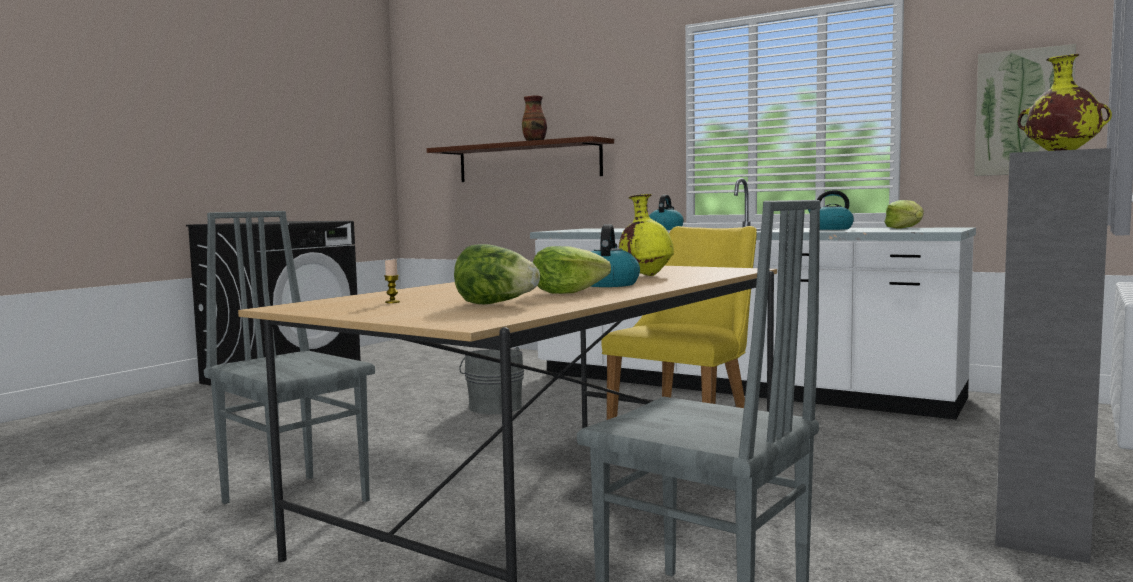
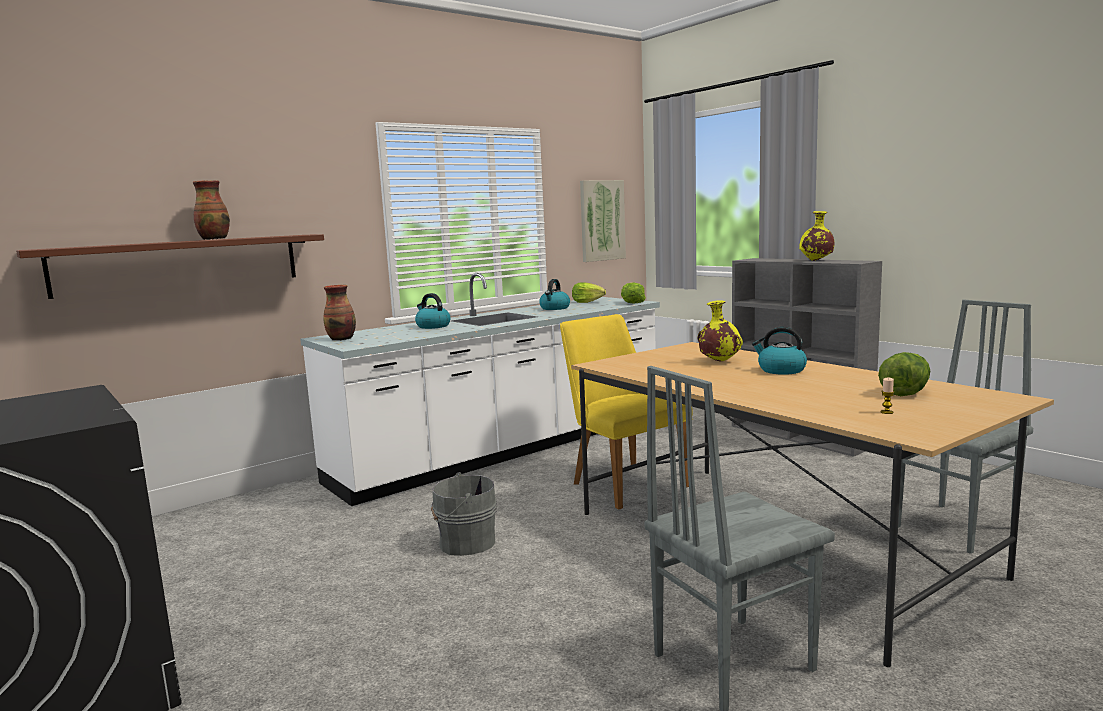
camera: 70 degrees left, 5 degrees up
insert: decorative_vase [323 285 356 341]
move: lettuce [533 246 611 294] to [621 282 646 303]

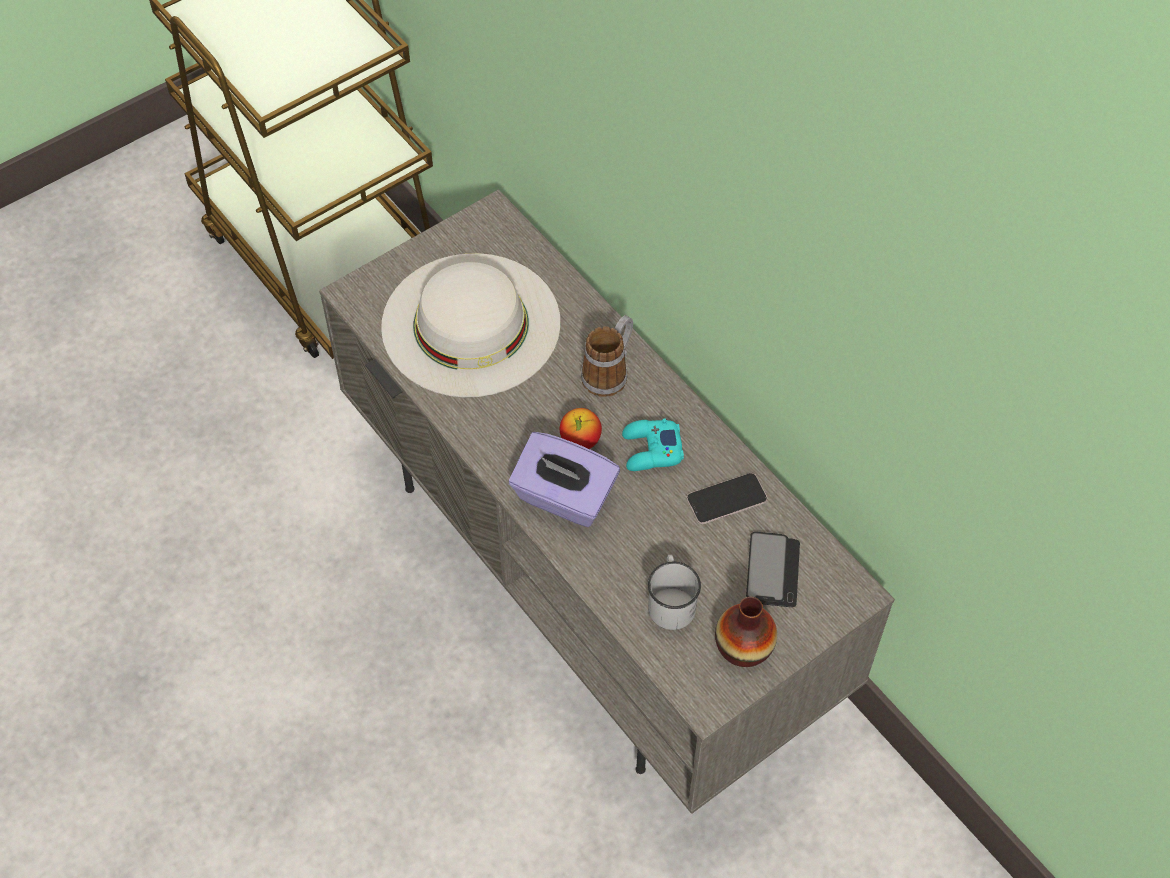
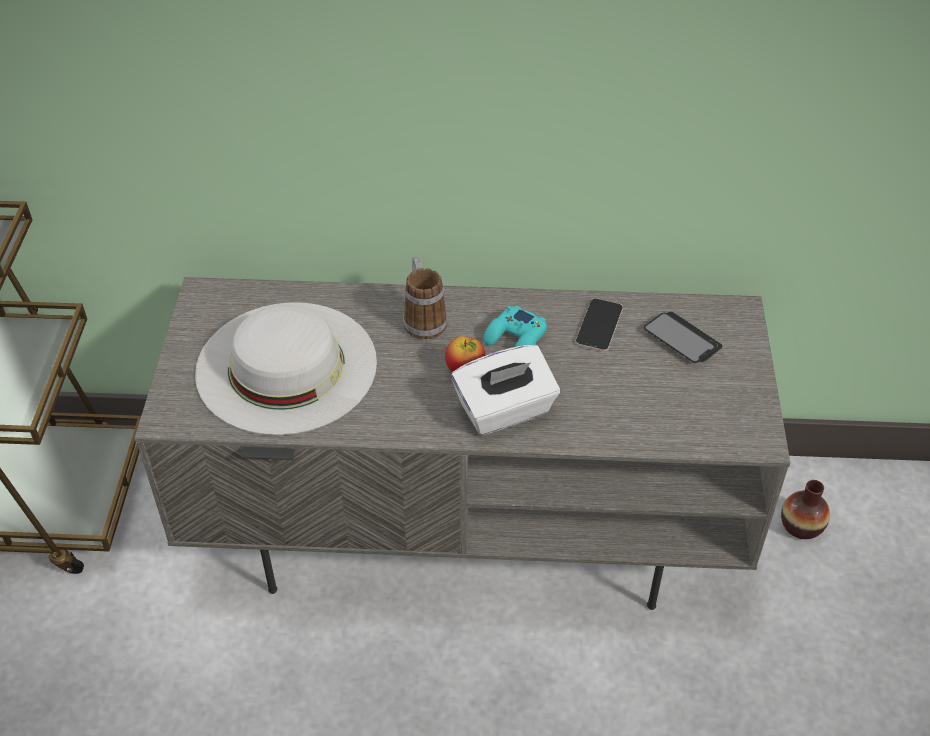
camera: 50 degrees left, 10 degrees down
delete: whitish_mug [648 555 701 630]
move: decorative_vase [715 597 777 667] to [781 480 830 539]
recolor: purple-coloured_tissue_box [509 432 620 527] to whitish_tissue_box [451 345 560 435]

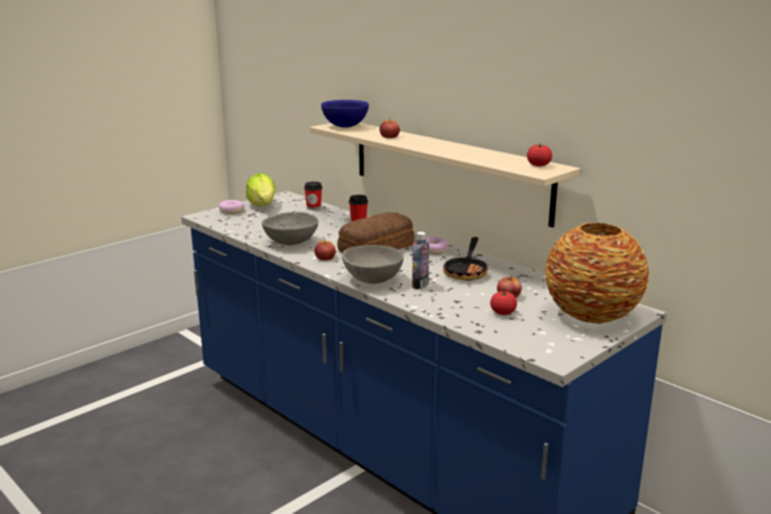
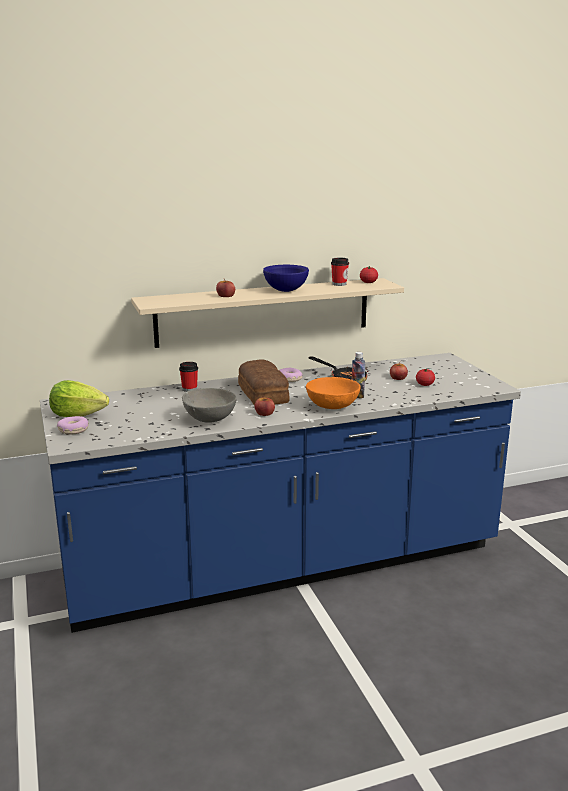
camera: 65 degrees left, 0 degrees up
delete: decorative_vase [545 223 649 324]
move: blue-coloured_serving_bowl [321 100 369 128] to [263 265 309 292]; drinking_cup [304 181 322 210] to [331 258 349 286]
recolor: greyish_serving_bowl [342 245 404 284] to orange-coloured_serving_bowl [306 377 361 409]

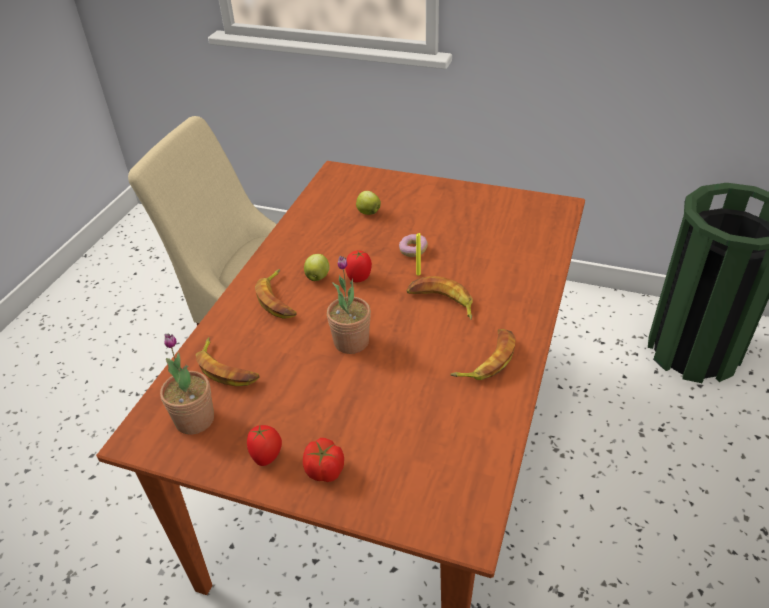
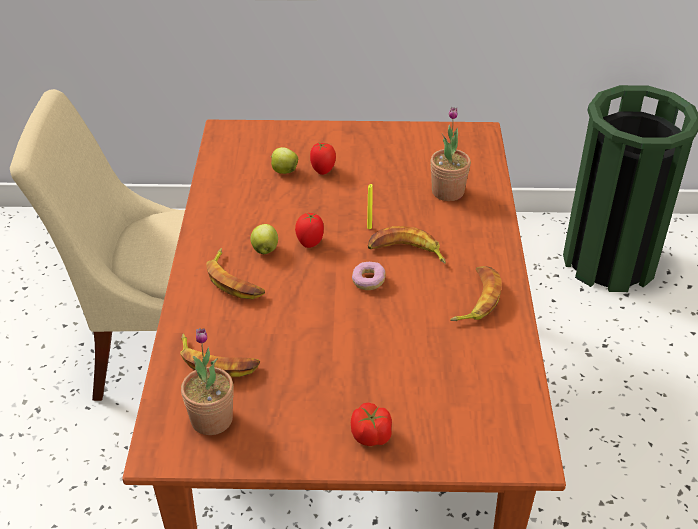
camera: 20 degrees left, 0 degrees up
move: whole_tomato [247 425 282 466] to [310 142 336 175]; doughnut [399 234 428 257] to [352 262 386 290]; potted_plant [327 256 371 354] to [430 107 471 201]

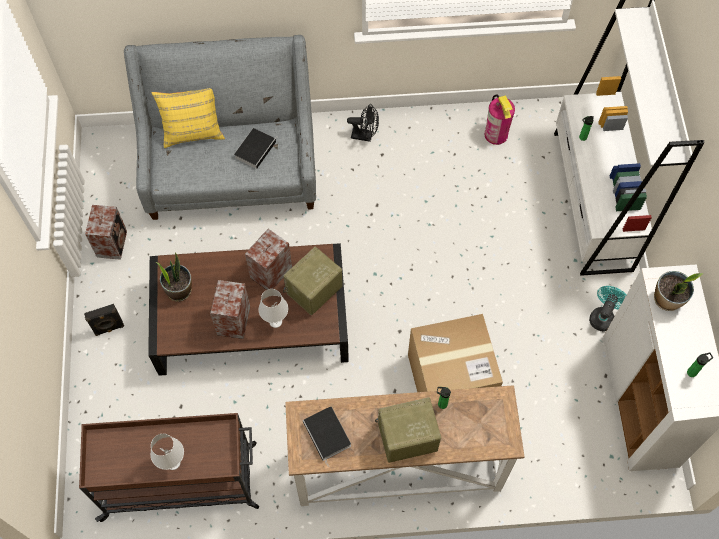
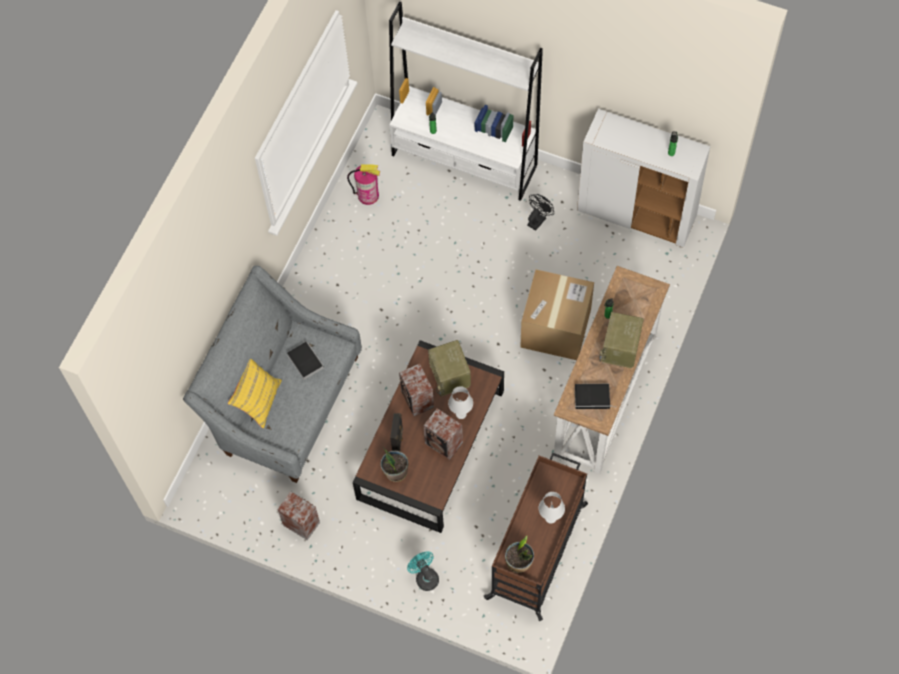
camera: 60 degrees left, 0 degrees up
move: black_audio_speaker [84 304 124 336] to [390 413 403 451]; blue-green_cooling_fan [589 286 626 332] to [407 551 439 591]; potted_plant [654 271 703 311] to [505 536 534 573]; black_cooling_fan [347 104 379 142] to [527 194 554 231]

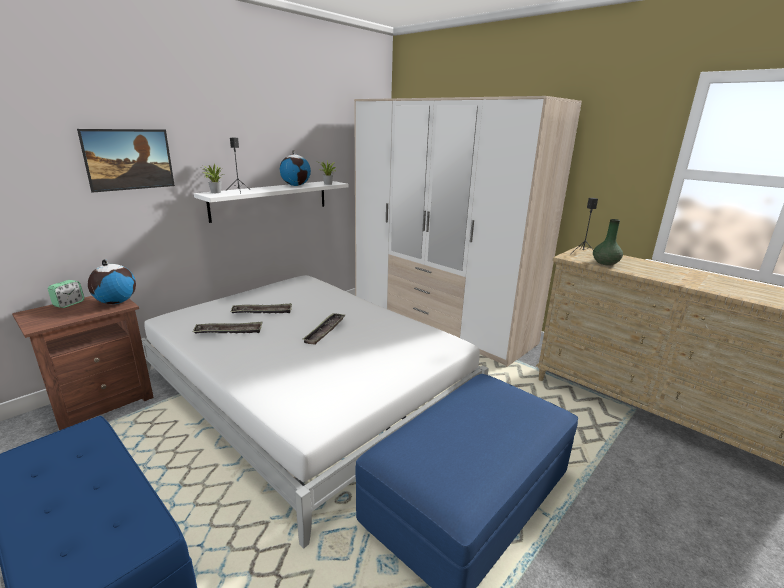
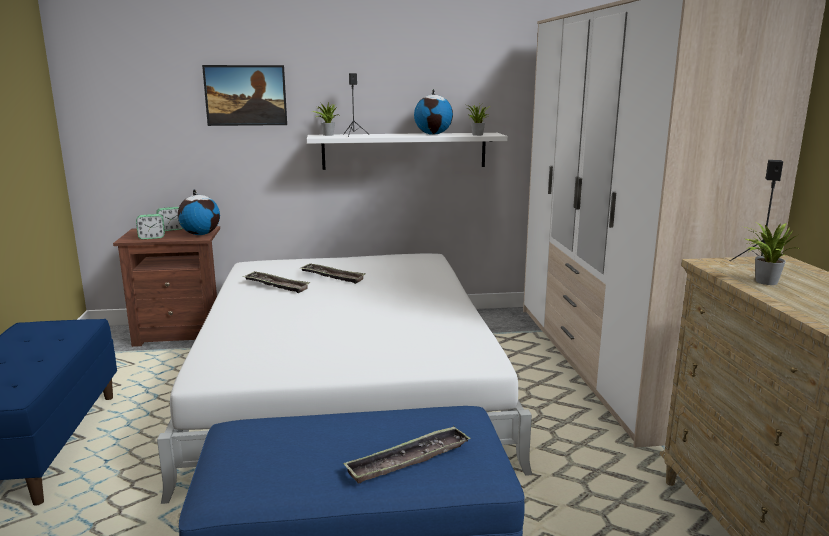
camera: 40 degrees right, 5 degrees down
insert: bedside_clock [136 214 165 239]
move: tray [303 313 345 345] to [343 426 471 484]
replace: green_decorative_vase [593 219 623 266] to potted_plant [745 222 799 285]

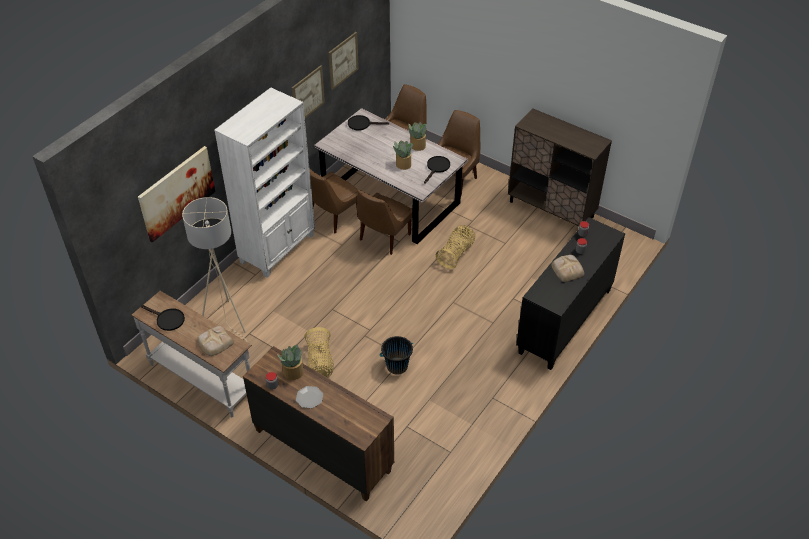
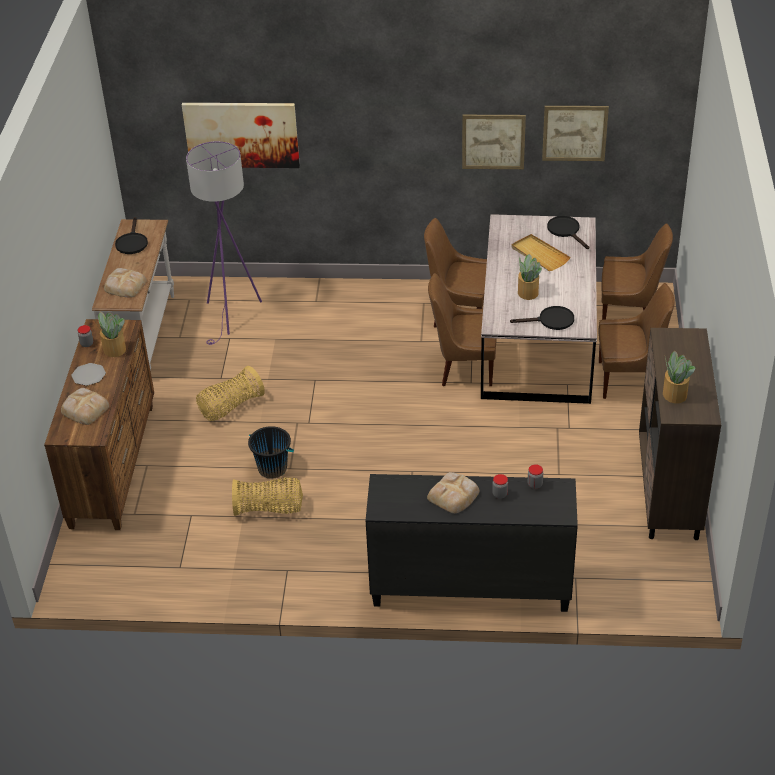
camera: 60 degrees right, 5 degrees down
delete: whitish_bookcase [214 88 315 278]
insert: bakery_bread [61 388 109 425]; beige-coloured_tray [511 234 570 271]
move: basket [436 225 475 269] to [232 477 303 516]; potted_plant [408 122 427 151] to [663 351 695 404]
recolor: beige-coloured_standing_lamp [182 197 247 341] to purple-coloured_standing_lamp [186 141 262 345]

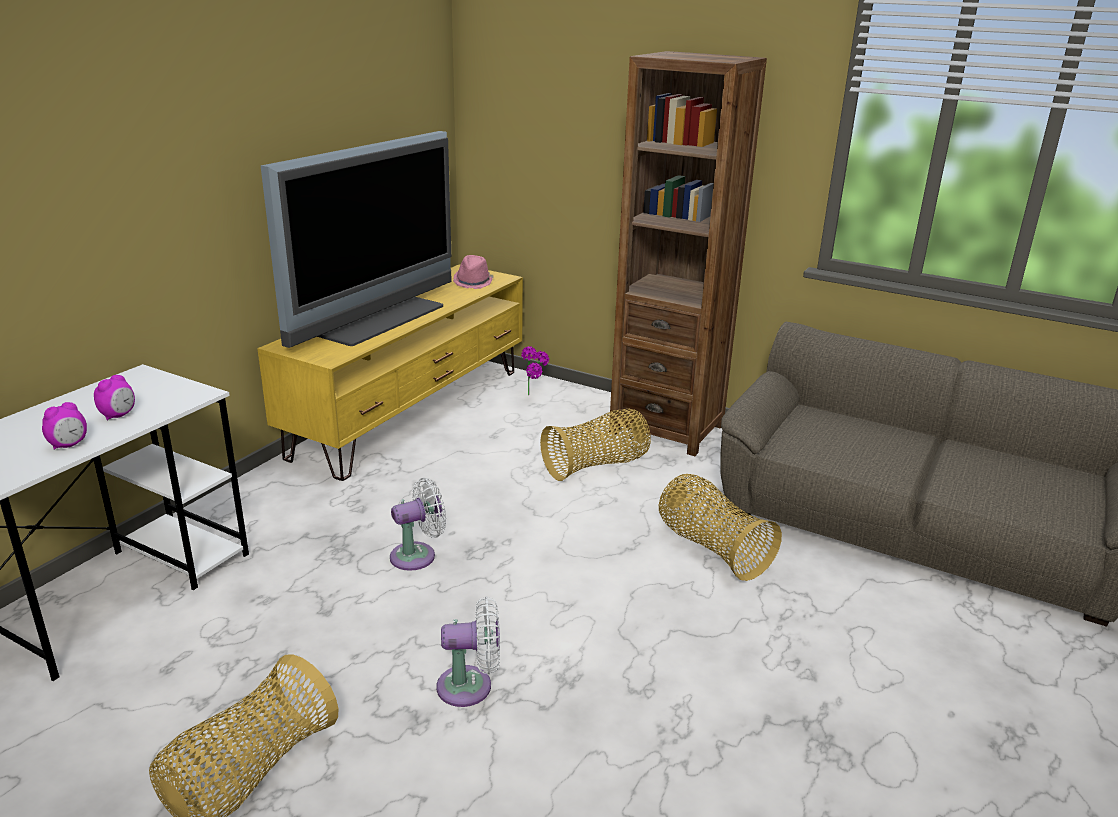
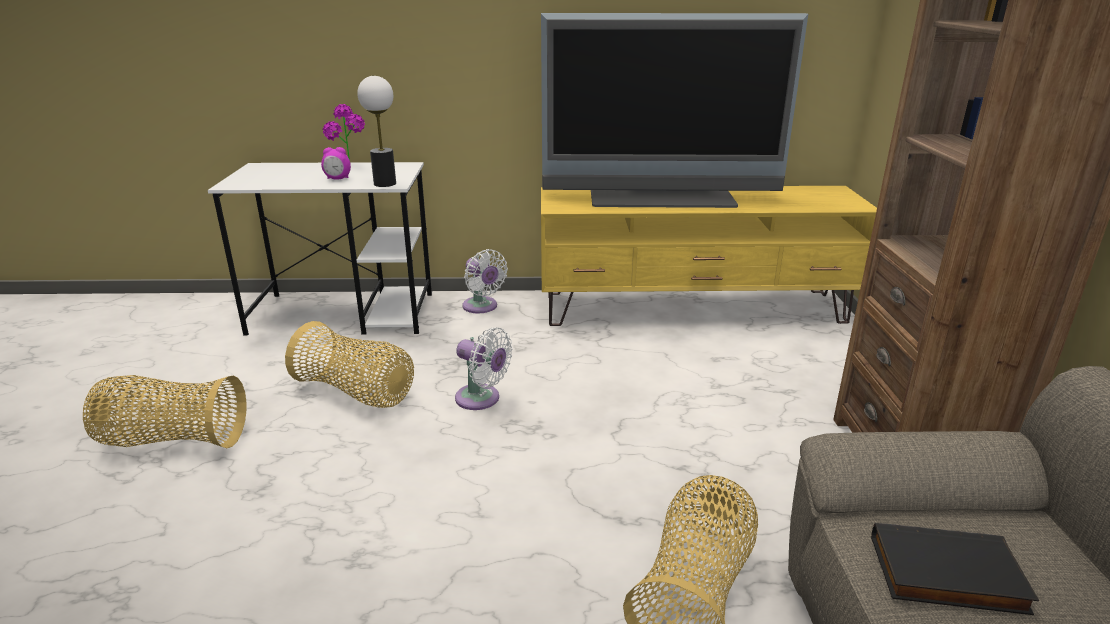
camera: 60 degrees right, 0 degrees up
delete: bedside_clock [42 402 87 450]; pink-coloured_clothing_hat [453 255 494 289]
insert: tabletop_lamp [357 76 396 187]; black_bound_book [871 523 1039 615]
move: basket [540 409 651 481] to [285 321 414 408]; potted_plant [522 346 549 395] to [323 104 365 160]; whitish_cooling_fan [437 597 500 707] to [462 249 508 313]

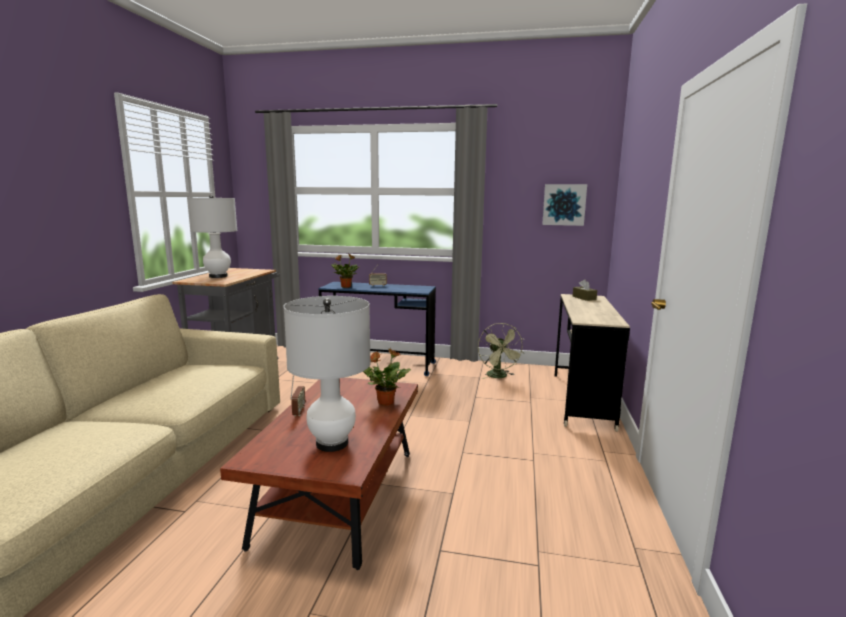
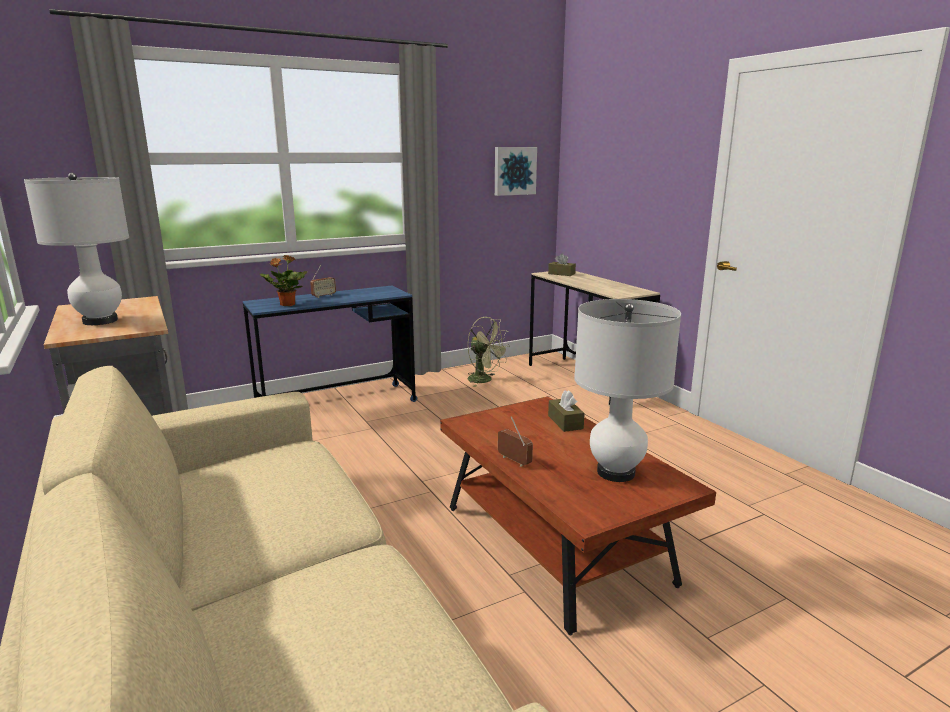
camera: 40 degrees left, 5 degrees up
replace: potted_plant [363 348 411 406] to brown-coloured_tissue_box [548 390 585 432]

